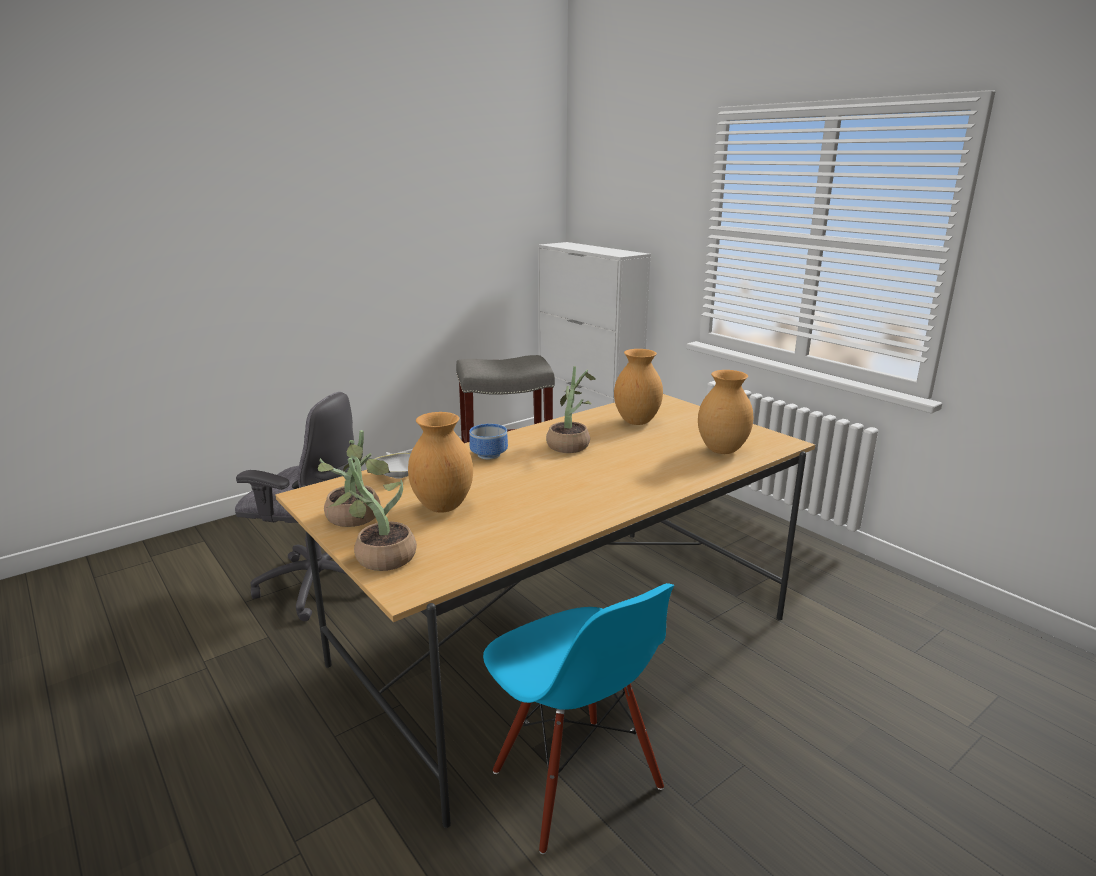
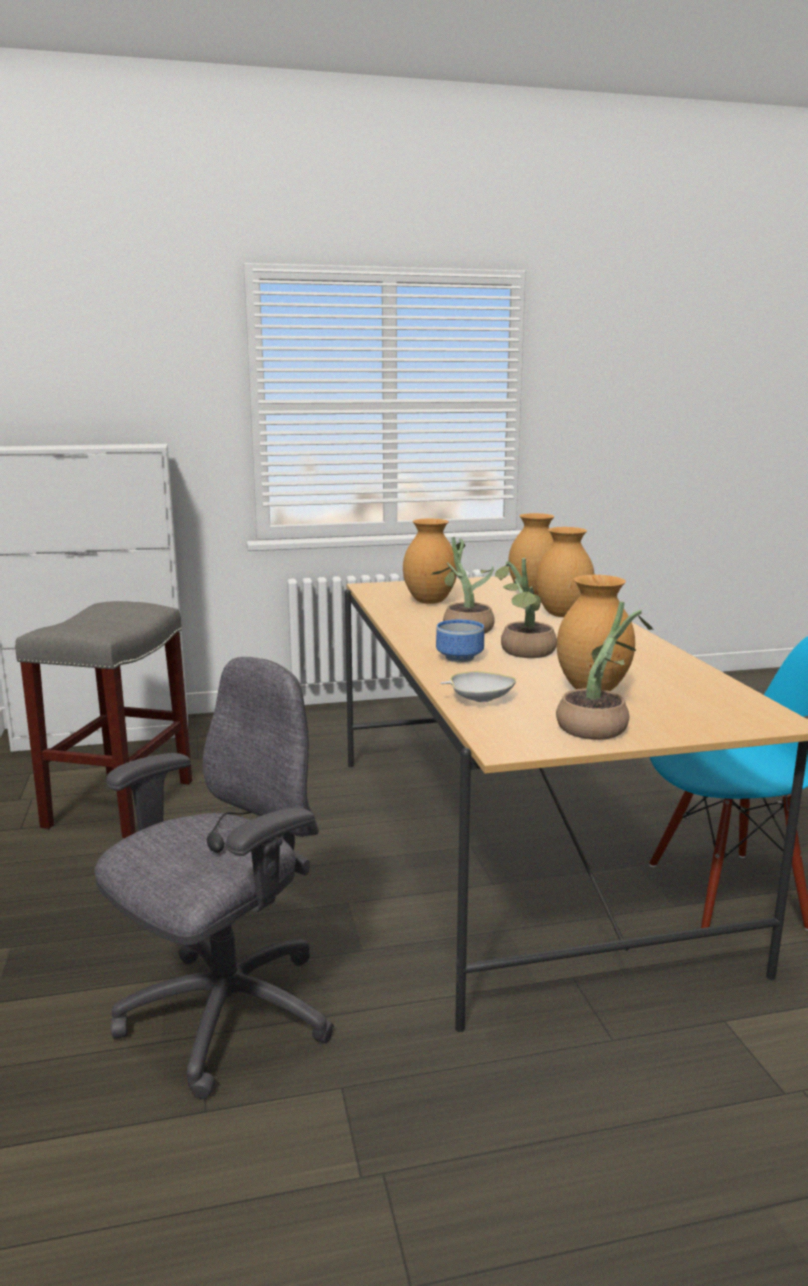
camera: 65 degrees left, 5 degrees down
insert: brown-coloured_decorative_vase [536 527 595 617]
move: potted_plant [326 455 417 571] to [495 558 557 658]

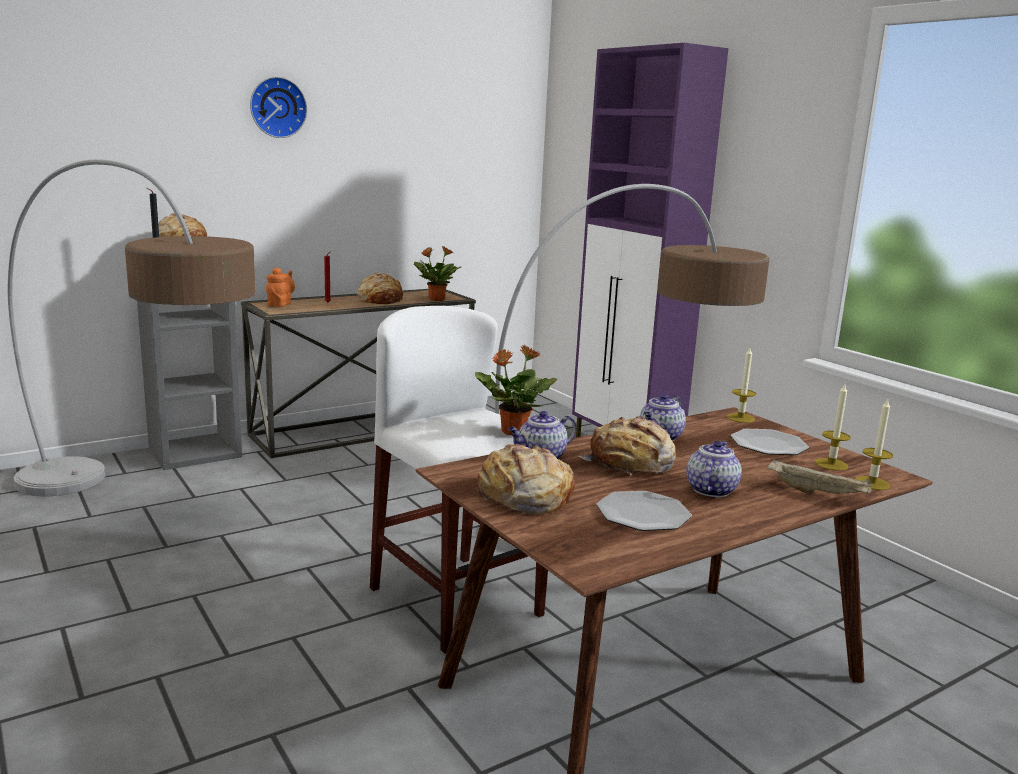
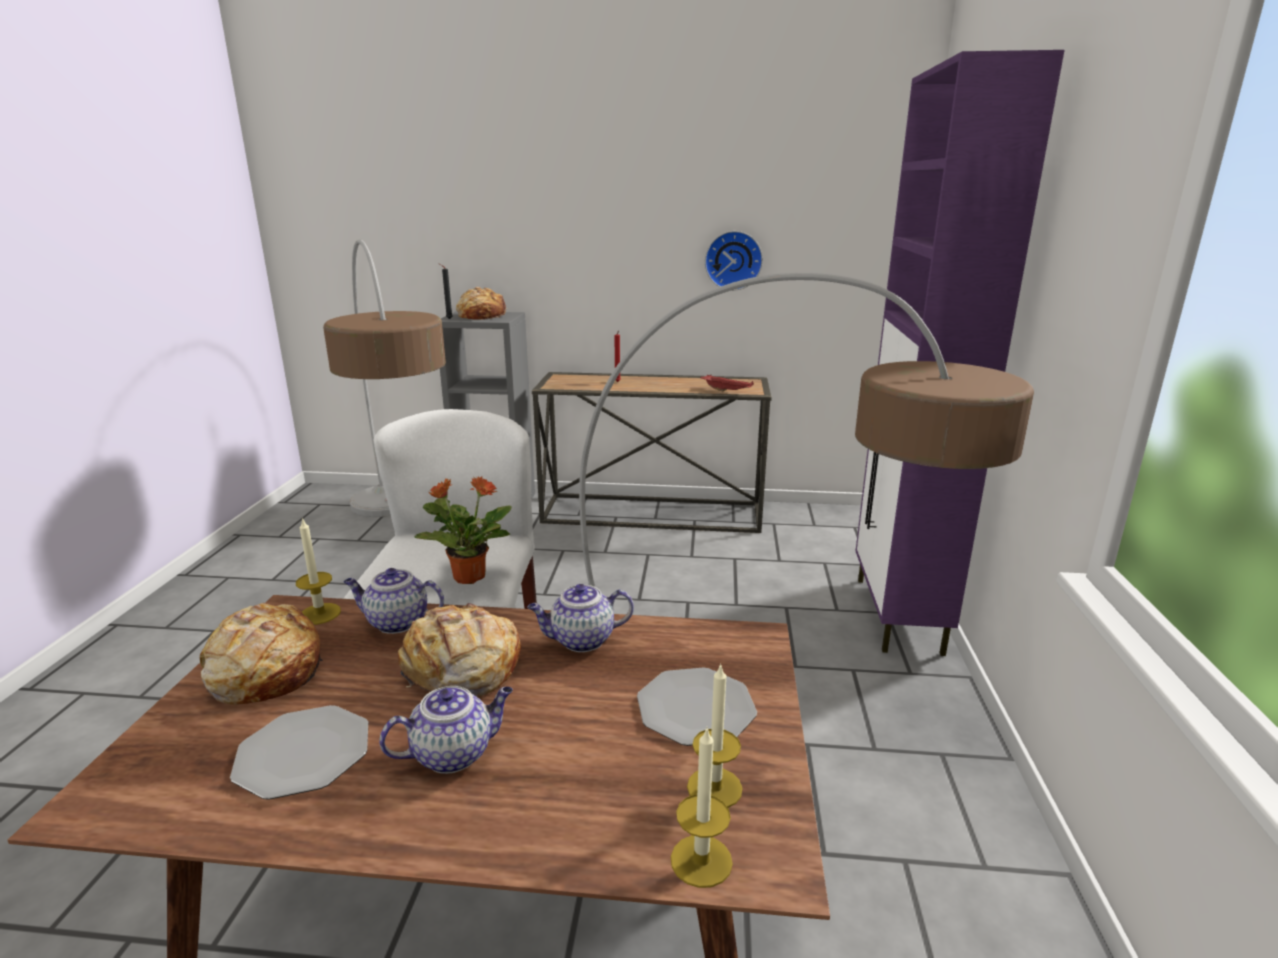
camera: 40 degrees right, 5 degrees up
delete: orange-coloured_tea_pot [266 268 295 307]; bakery_bread [357 273 403 304]; beige-coloured_tray [767 460 872 494]
move: wax_candle [727 348 756 423] to [296 517 341 625]; wall_clock [250 77 307 138] to [705 231 763 291]
replace: potted_plant [414 246 461 301] to red-coloured_tray [701 375 754 392]

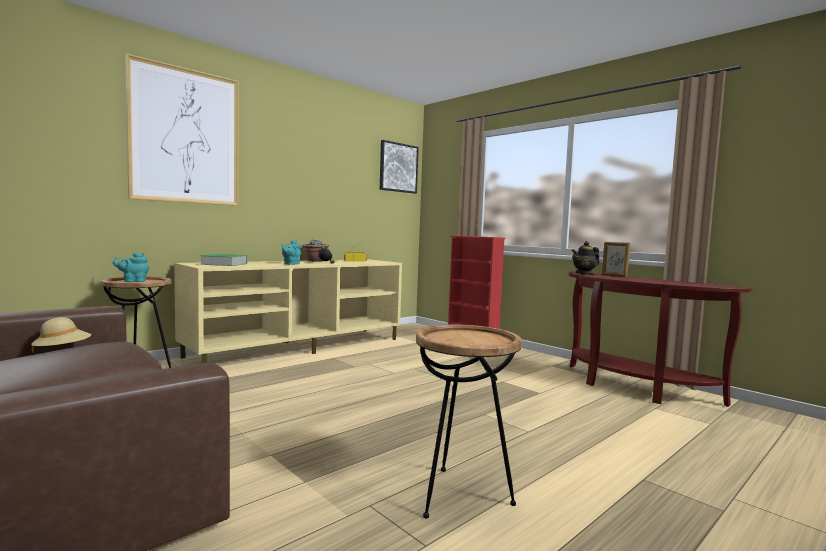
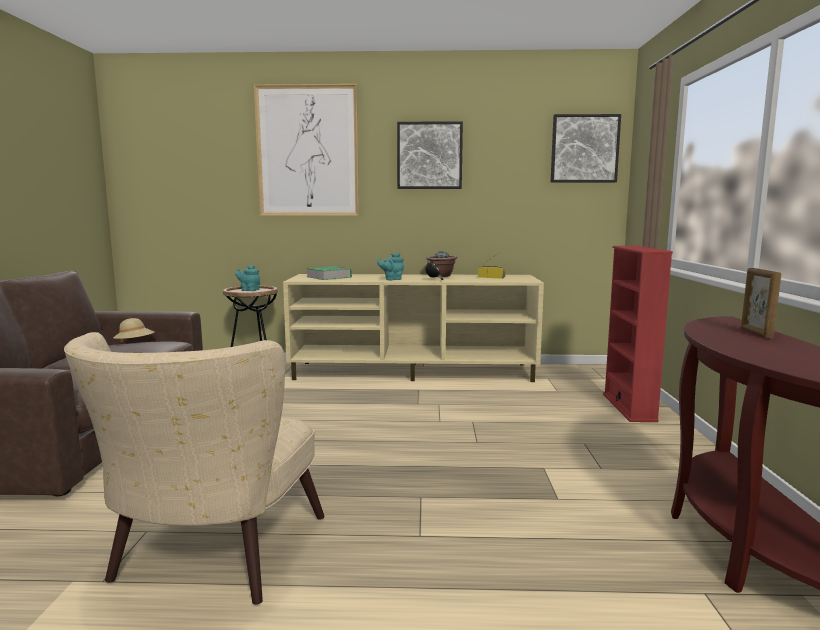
camera: 45 degrees right, 5 degrees up
delete: tea_pot [572 241 599 275]
insert: wall_art [397 121 463 189]
replace: brown-coloured_side_table [416 325 522 519] to beige-coloured_easy_chair [64 332 324 605]

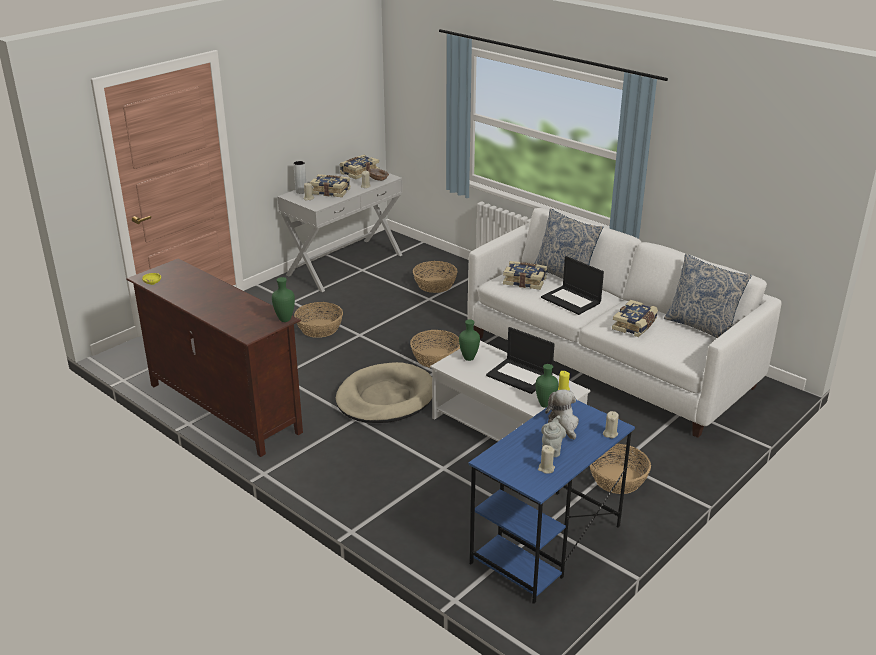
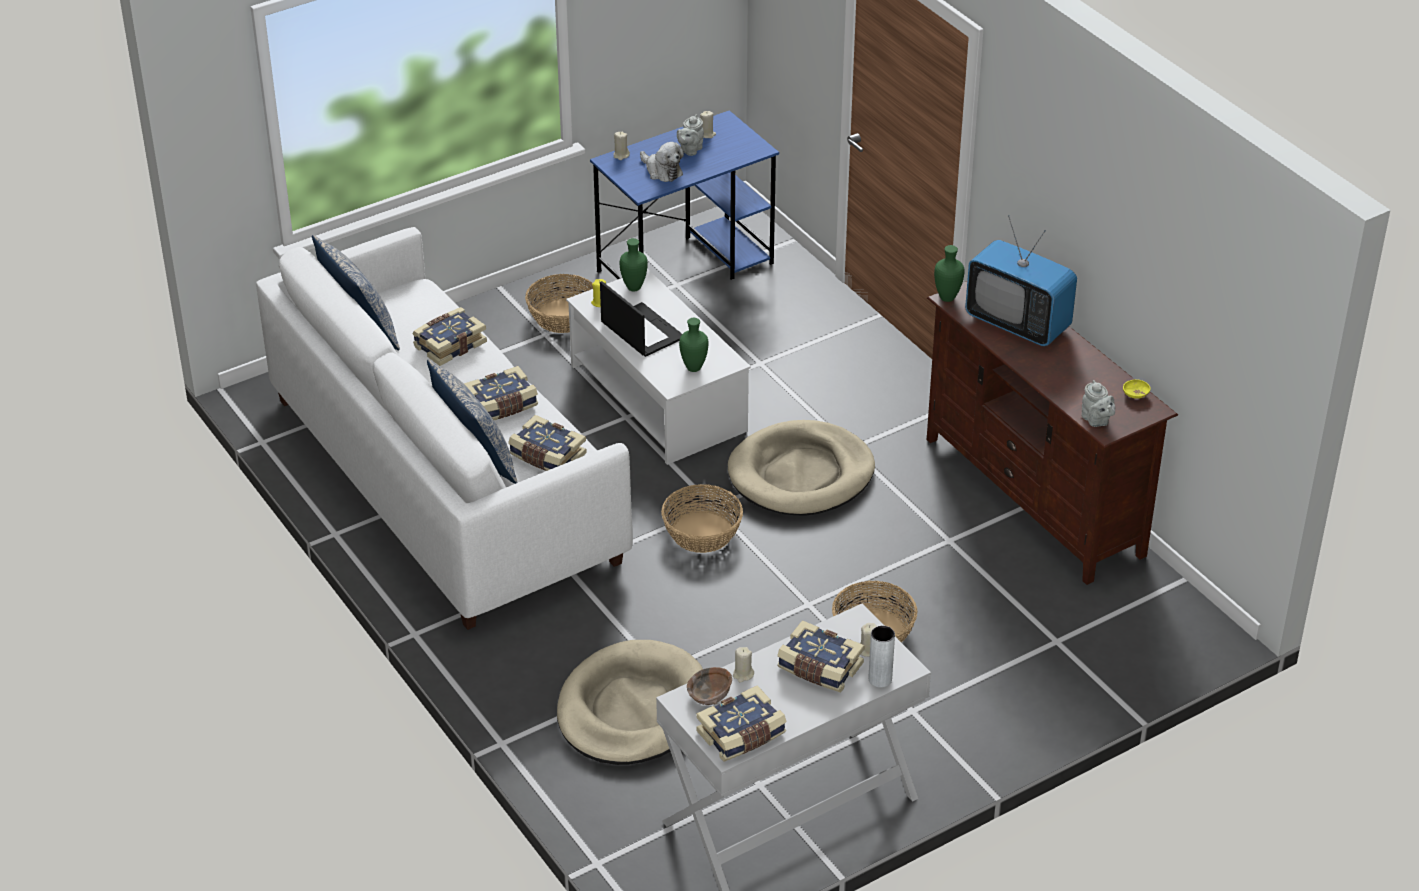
camera: 165 degrees left, 10 degrees up
insert: TV [965 215 1077 346]; greyish_tea_pot [1081 380 1116 427]
replace: laptop [541 256 604 315] to bound_book [464 366 538 420]; basket [413 261 458 293] to beige-coloured_dog_cushion [557 640 703 765]
rotate: plush_toy [545 389 579 440] = [640 142 684 182] 45 degrees counterclockwise

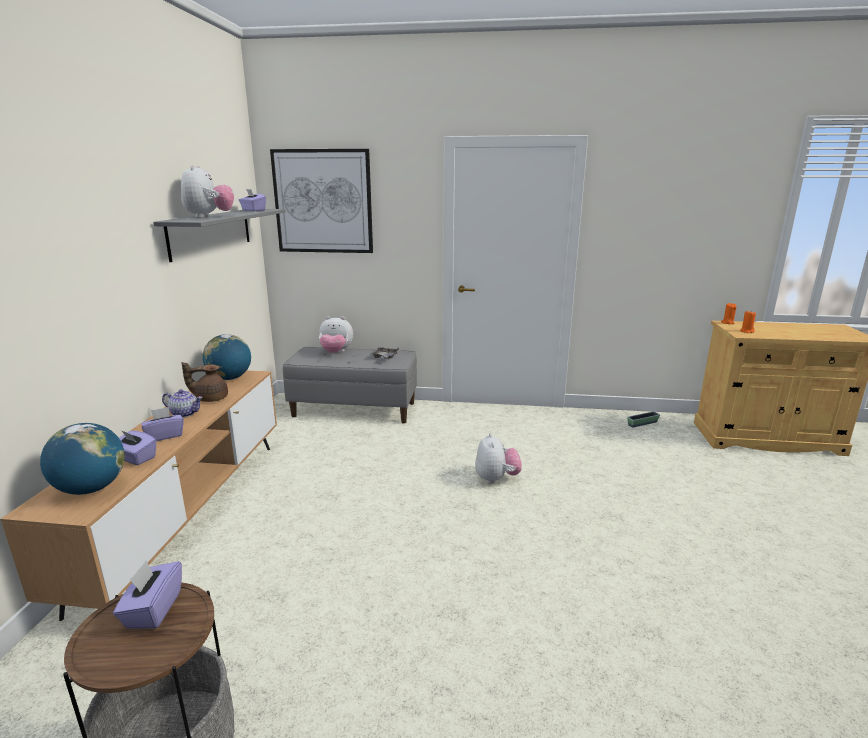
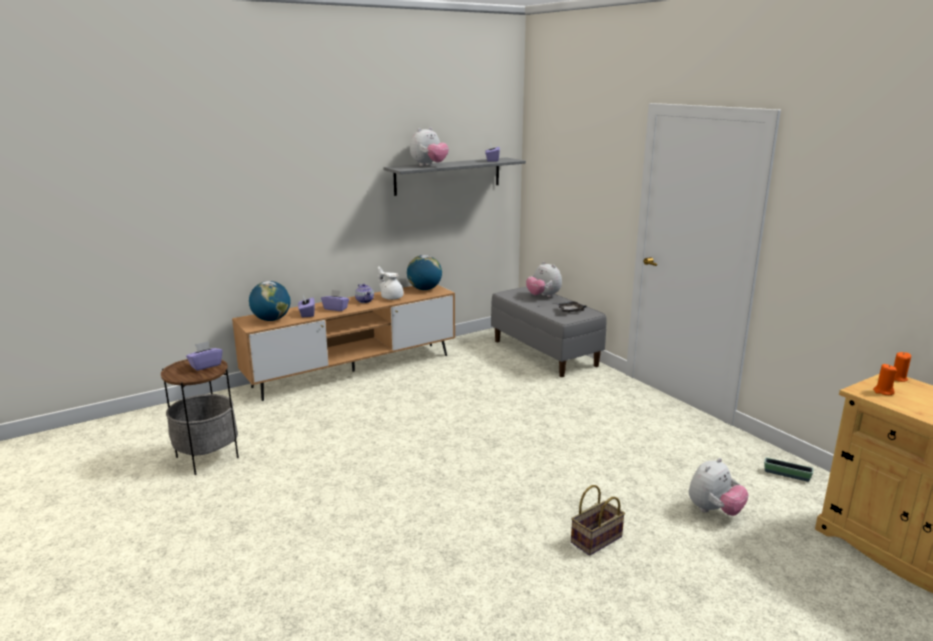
camera: 50 degrees right, 0 degrees up
delete: wall_art [270 149 373 253]
insert: basket [571 485 625 556]
move: plush_toy [475 433 522 484] to [689 458 749 516]
recolor: brown-coloured_tea_pot [182 362 228 402] to whitish_tea_pot [378 266 404 300]

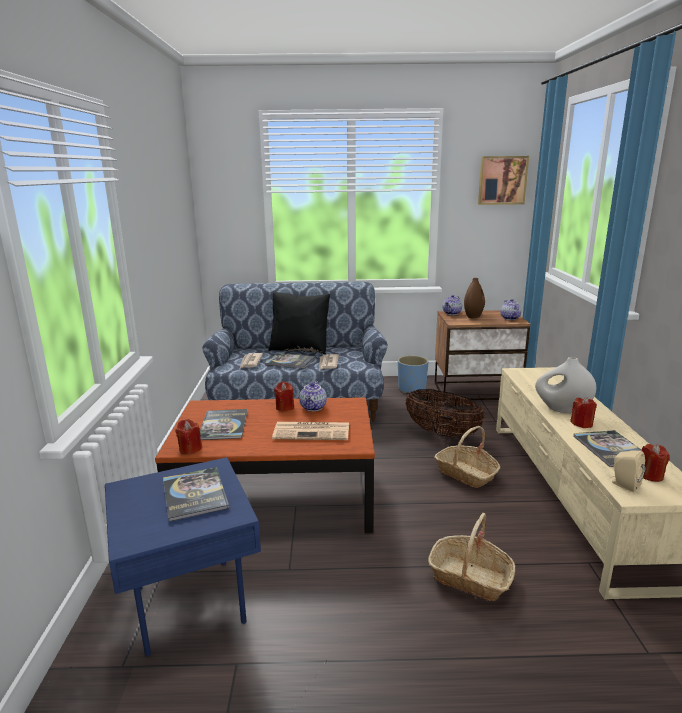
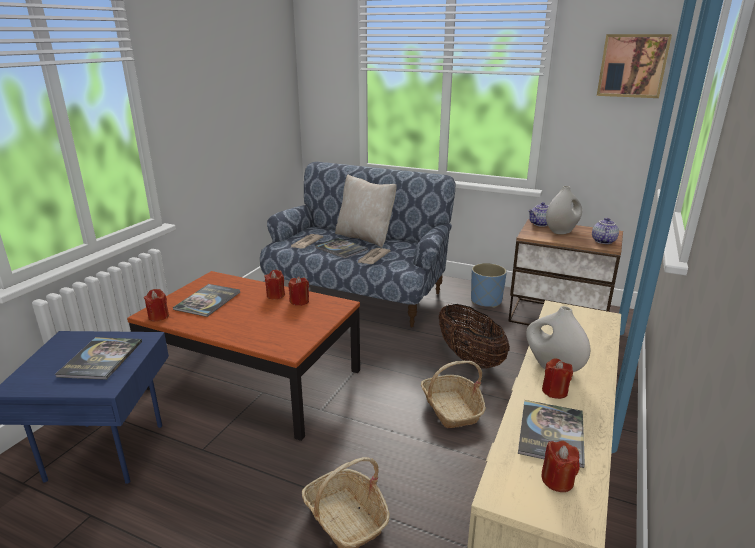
camera: 25 degrees right, 5 degrees up
delete: printed_paper [272 422 349 440]; beige-coloured_audio_speaker [610 451 645 492]
replace: tea_pot [299 381 327 411] to red-coloured_wax_candle [288 277 309 306]
recolor: black_cushion [269 291 330 355] to beige-coloured_cushion [335 175 397 248]; brown-coloured_decorative_vase [464 278 485 318] to whitish_decorative_vase [546 186 582 234]

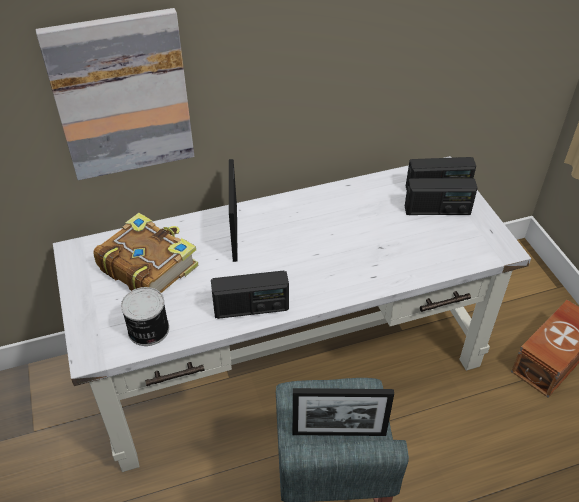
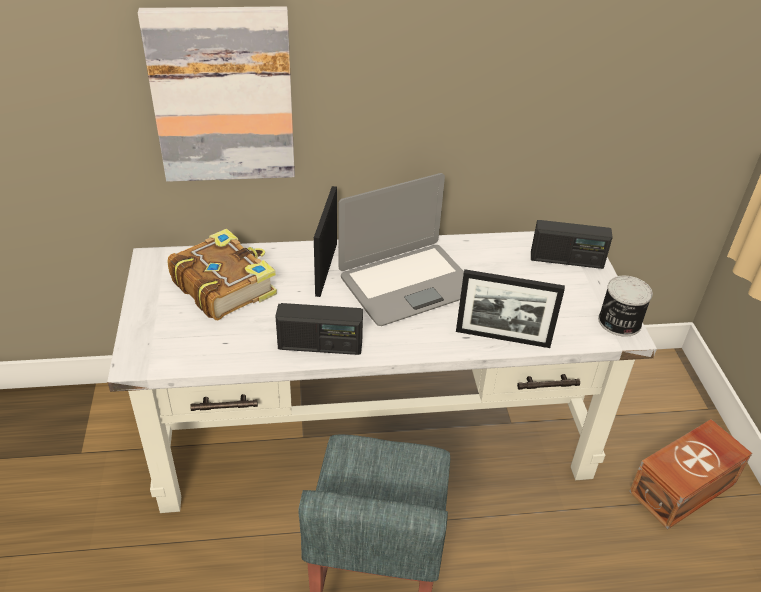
camera: 10 degrees right, 5 degrees down
delete: radio [405 178 477 215]
insert: laptop [338 173 464 326]
move: standing_frame [293 388 394 436] to [456 269 565 348]; sealed_can [121 287 169 346] to [598 275 653 337]

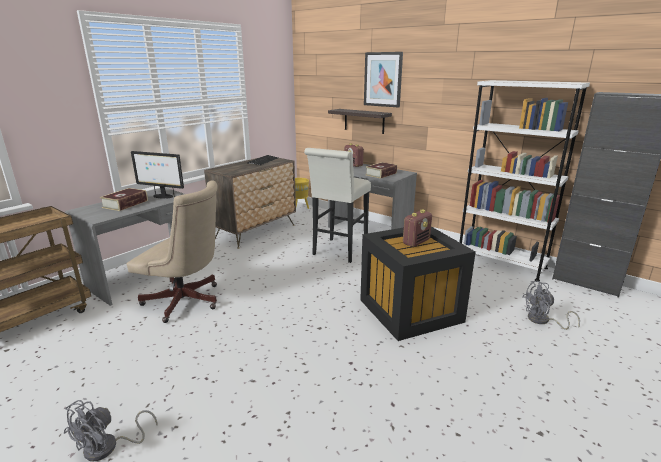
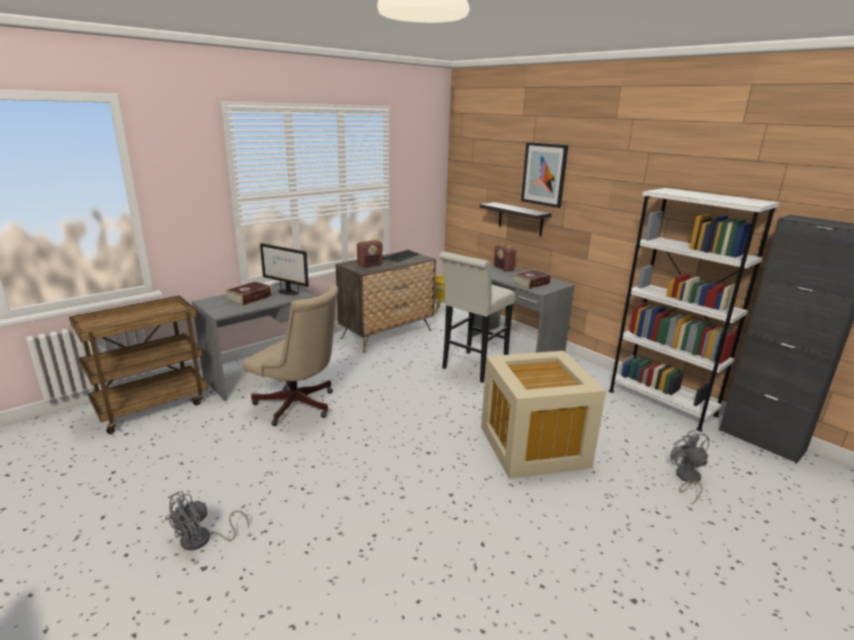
camera: 10 degrees right, 0 degrees up
move: radio [403 209 432 247] to [357 239 382 267]
recolor: black_storage_bin [360 227 476 341] to beige-coloured_storage_bin [481 351 606 479]
rotate: greyish_cooling_fan [522 281 580 330] = [670 430 710 504] 75 degrees clockwise

